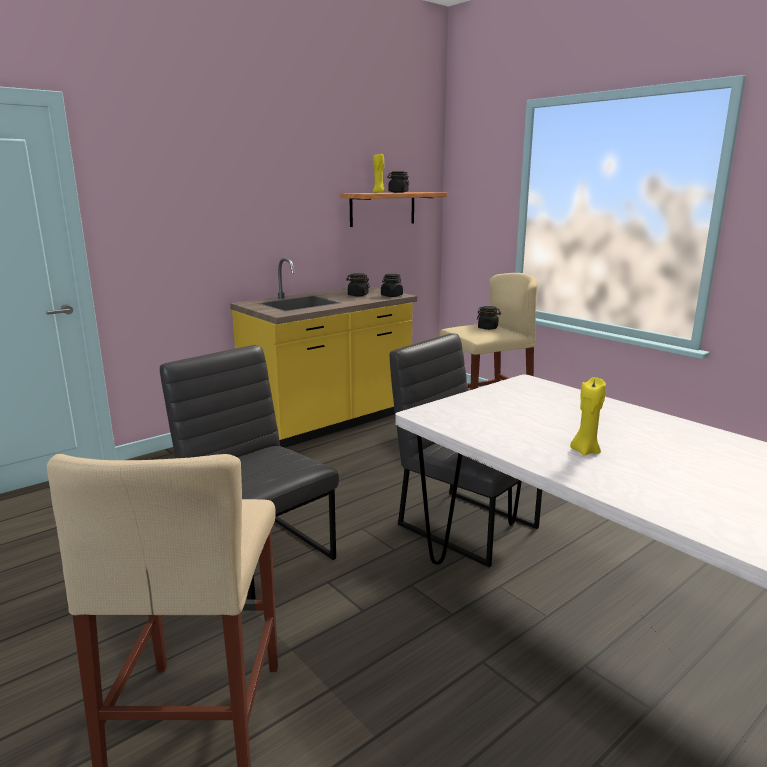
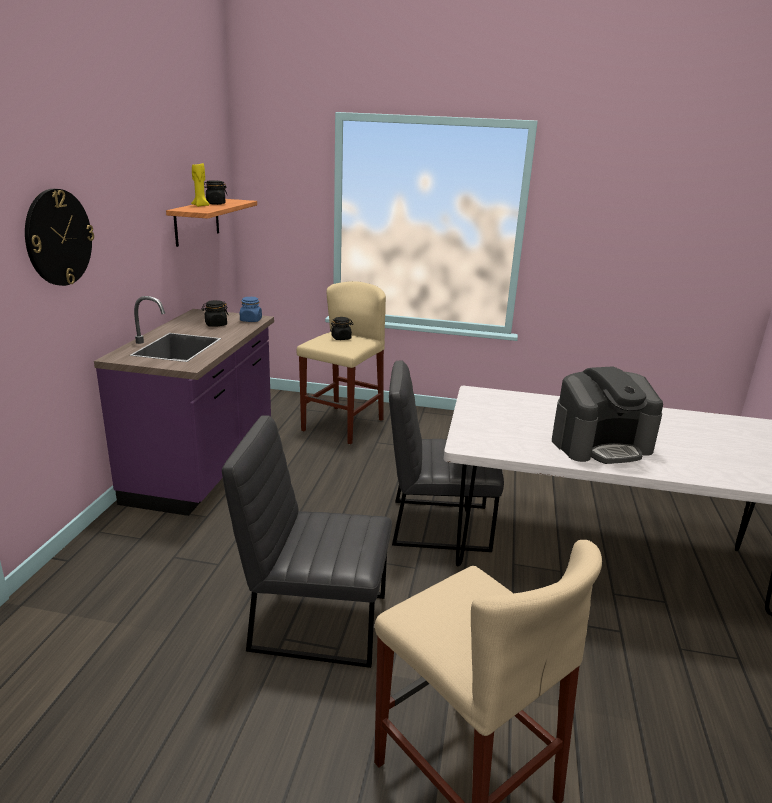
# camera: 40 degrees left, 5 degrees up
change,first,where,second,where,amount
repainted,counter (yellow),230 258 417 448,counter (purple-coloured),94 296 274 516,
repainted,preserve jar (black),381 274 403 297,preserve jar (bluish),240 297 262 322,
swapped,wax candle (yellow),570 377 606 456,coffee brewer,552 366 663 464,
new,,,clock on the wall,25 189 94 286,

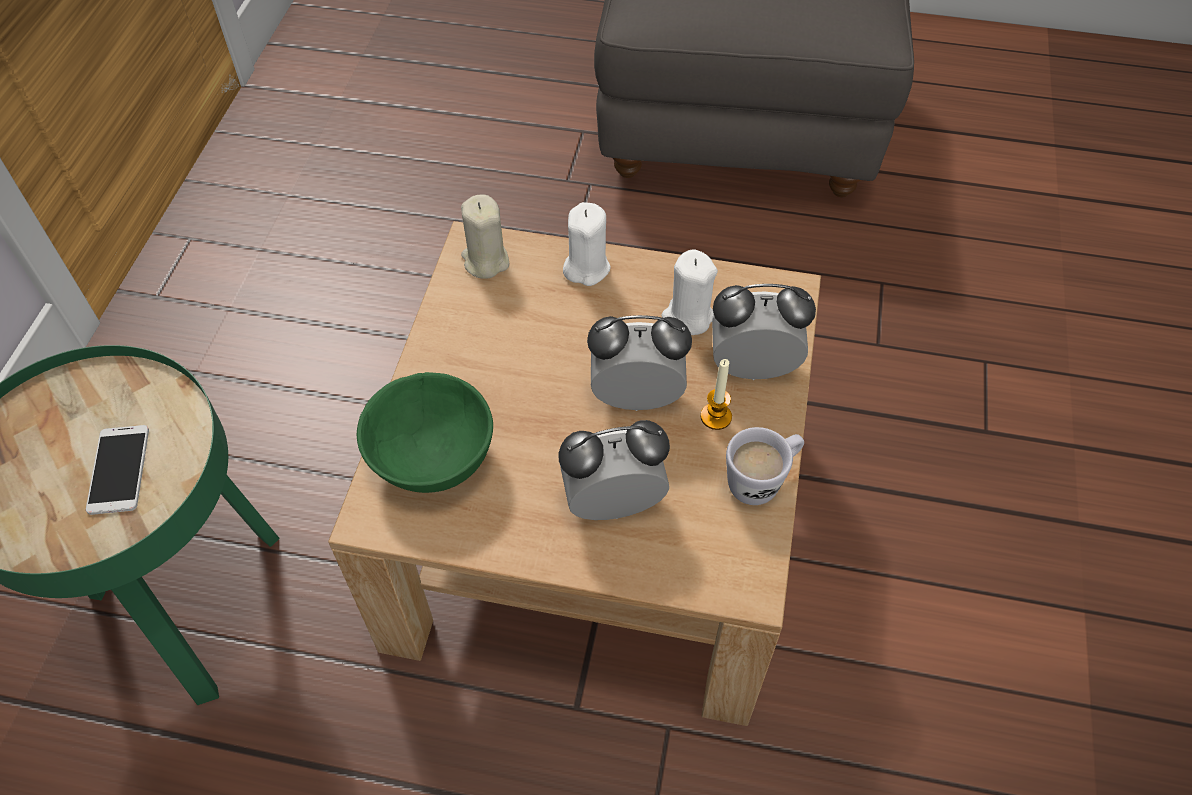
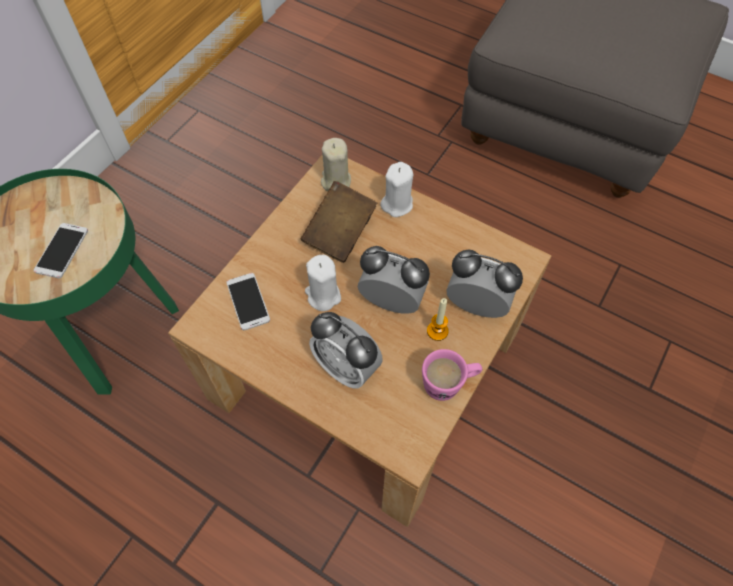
# camera: 20 degrees right, 5 degrees up
change,first,where,second,where,amount
swapped,deep dish (green),357 372 493 493,handset,226 273 270 330,
rotated,bedside clock,559 420 670 520,,309 312 383 389,150 degrees counterclockwise
shifted,wax candle (white),661 249 718 335,,305 255 341 311,
repainted,mug (white),726 427 804 505,mug (pinkish),422 349 482 401,
new,,,bound book (brown),301 181 377 263,

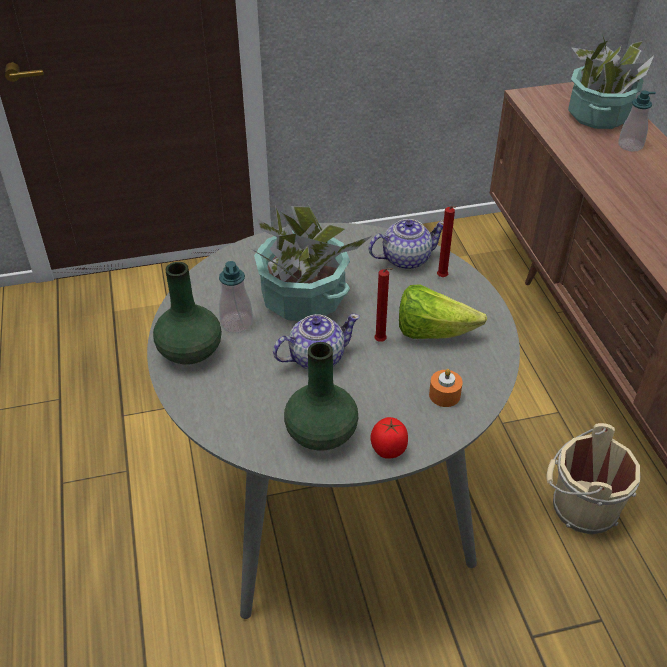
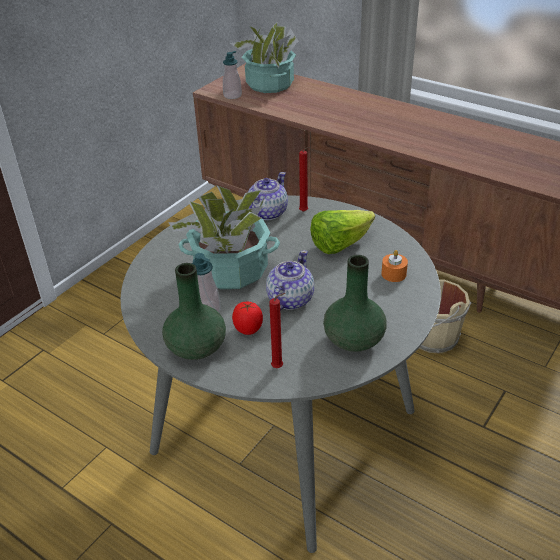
# camera: 40 degrees left, 5 degrees down
change,first,where,second,where,amount
shifted,whole tomato,371 417 408 459,,232 302 263 335,
shifted,wax candle (reddish),374 268 393 342,,269 293 285 368,
shifted,soap dispenser,618 90 656 152,,223 51 242 99,

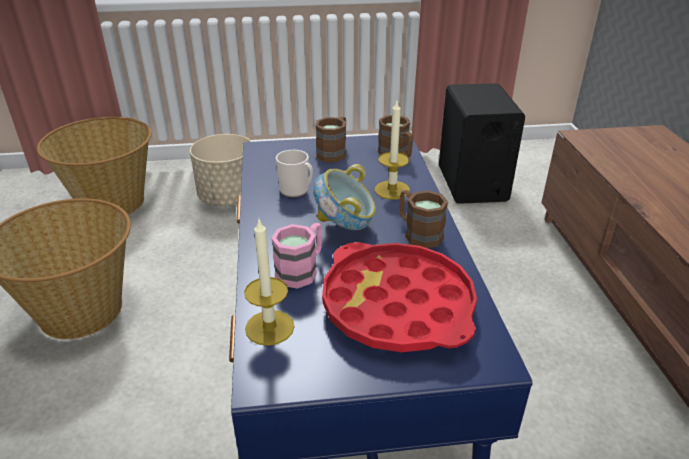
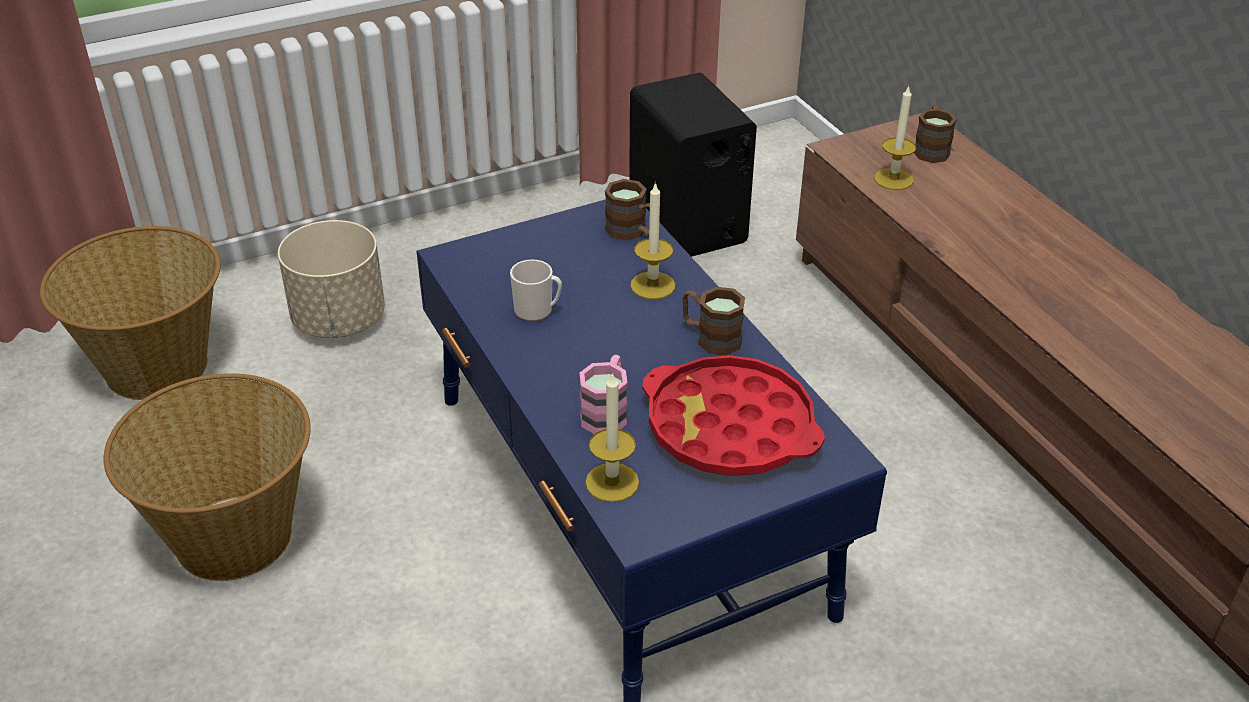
# camera: 20 degrees left, 5 degrees up
change,first,where,second,where,amount
gone,deep dish,313 164 376 230,,,
shifted,mug (brown),315 116 346 162,,914 105 957 163,
new,,,wax candle,874 86 916 190,

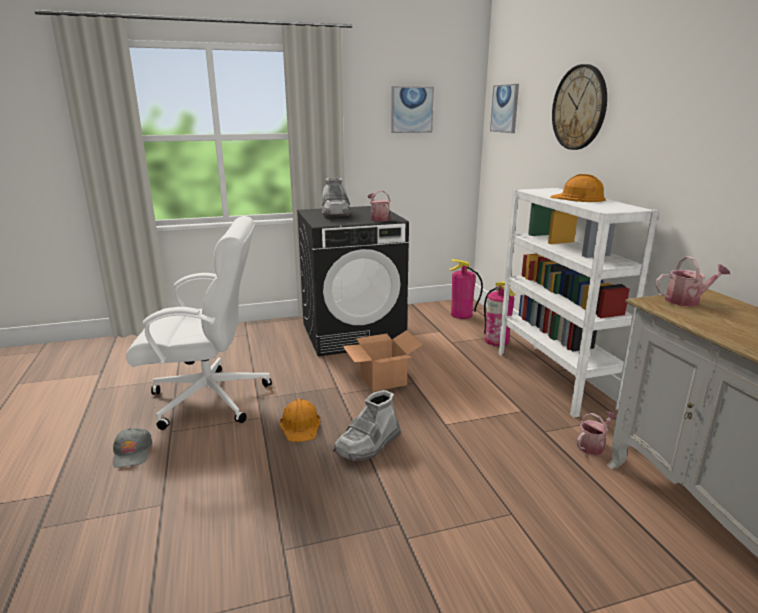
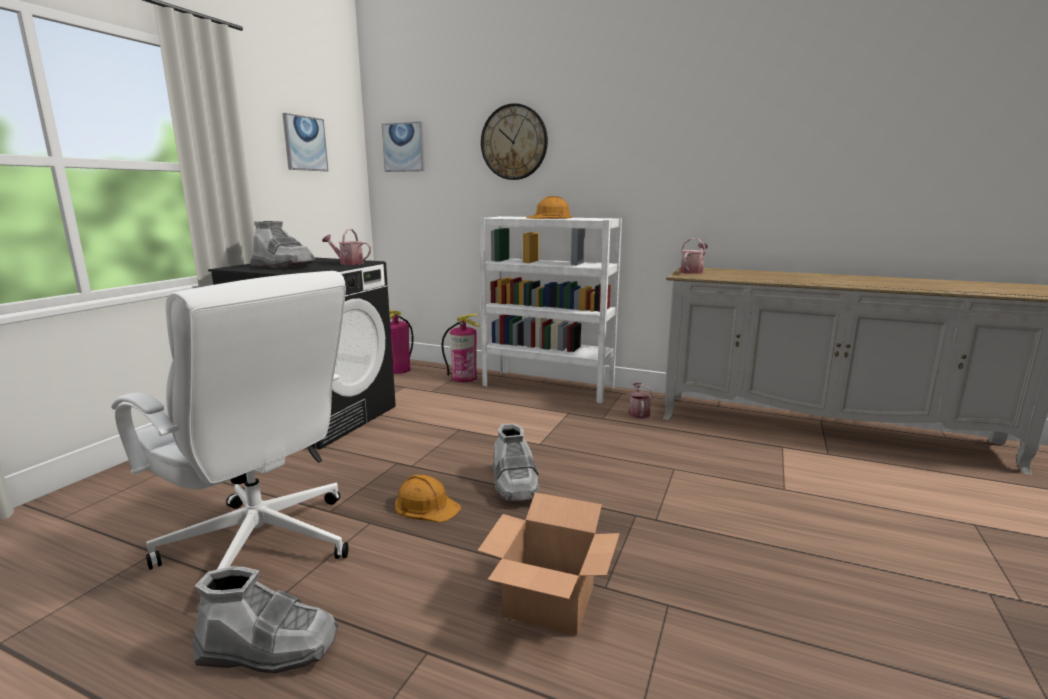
# camera: 50 degrees left, 5 degrees down
change,first,where,second,where,amount
swapped,baseball cap (grey),113 428 152 468,high-top boot (grey),193 566 339 673,
rotated,desk chair (white),126 216 272 430,,111 271 349 570,90 degrees clockwise
shifted,packing box,343 330 422 392,,478 492 620 636,

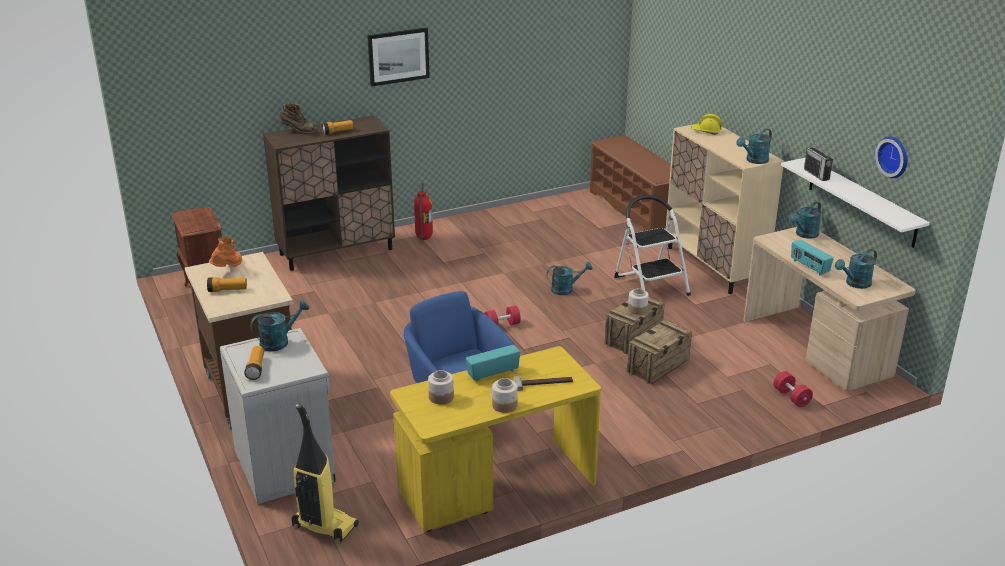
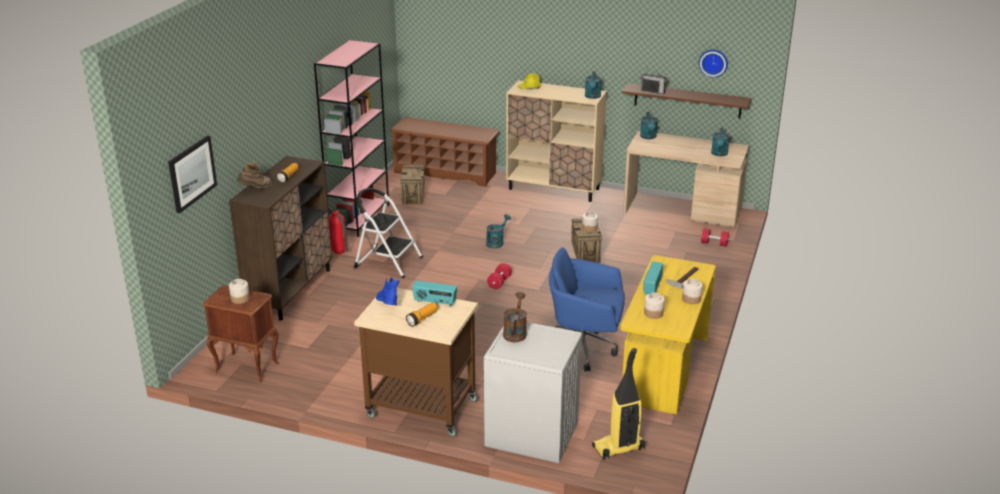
# camera: 45 degrees left, 0 degrees up
change,first,where,second,where,amount
repainted,high-top boot (orange),209 236 243 267,high-top boot (bluish),376 277 400 305,
gone,hand torch,244 346 264 380,,,
repainted,watering pot (blue-green),250 300 309 352,watering pot (brown),503 292 527 343,
shifted,wall art,367 28 430 86,,168 136 217 213,
shifted,step stool,614 195 691 296,,354 188 423 278,
shifted,shipping crate,627 320 692 384,,400 165 425 205,
repainted,bracket shelf (white),781 158 930 248,bracket shelf (brown),622 83 751 119,
shifted,radio,791 240 834 276,,412 280 457 307,
new,,,preserve jar,229 279 250 304,
new,,,shelving unit (pinkish),314 40 389 237,

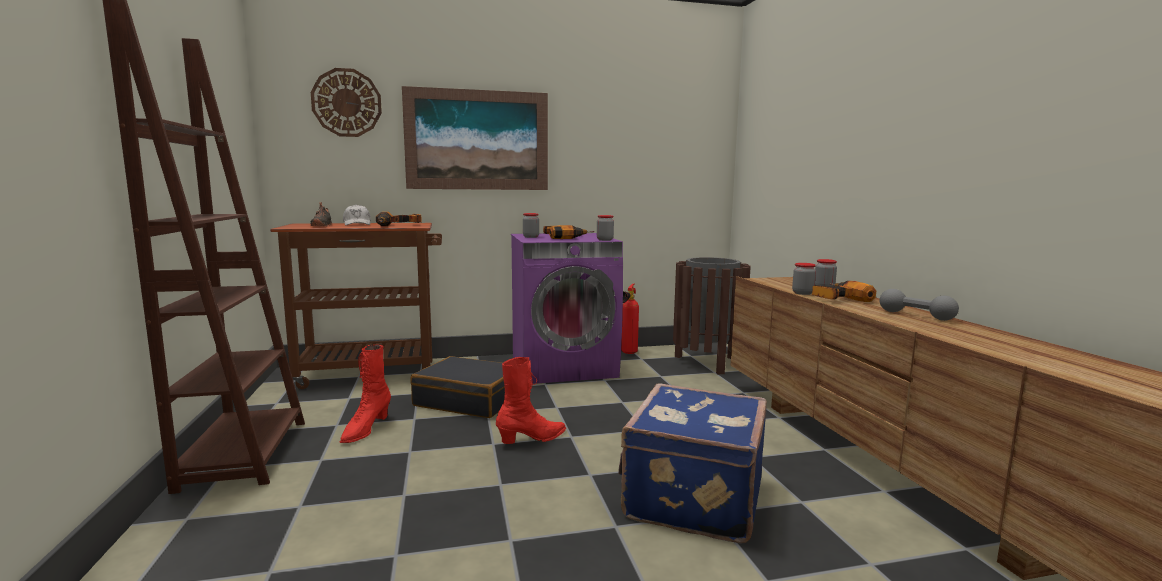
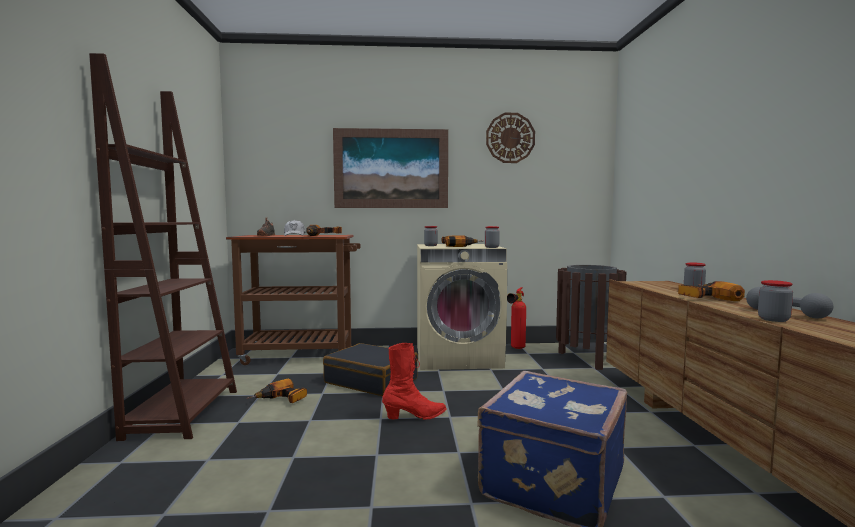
# camera: 10 degrees right, 5 degrees down
change,first,where,second,where,amount
shifted,clock on the wall,311 68 382 137,,486 113 535 163,
swapped,high-top boot (reddish),339 345 391 443,drill,246 379 307 403,
repainted,laundry appliance (purple-coloured),511 233 623 384,laundry appliance (beige-coloured),417 244 507 370,
shifted,preserve jar,792 263 816 295,,758 280 793 322,

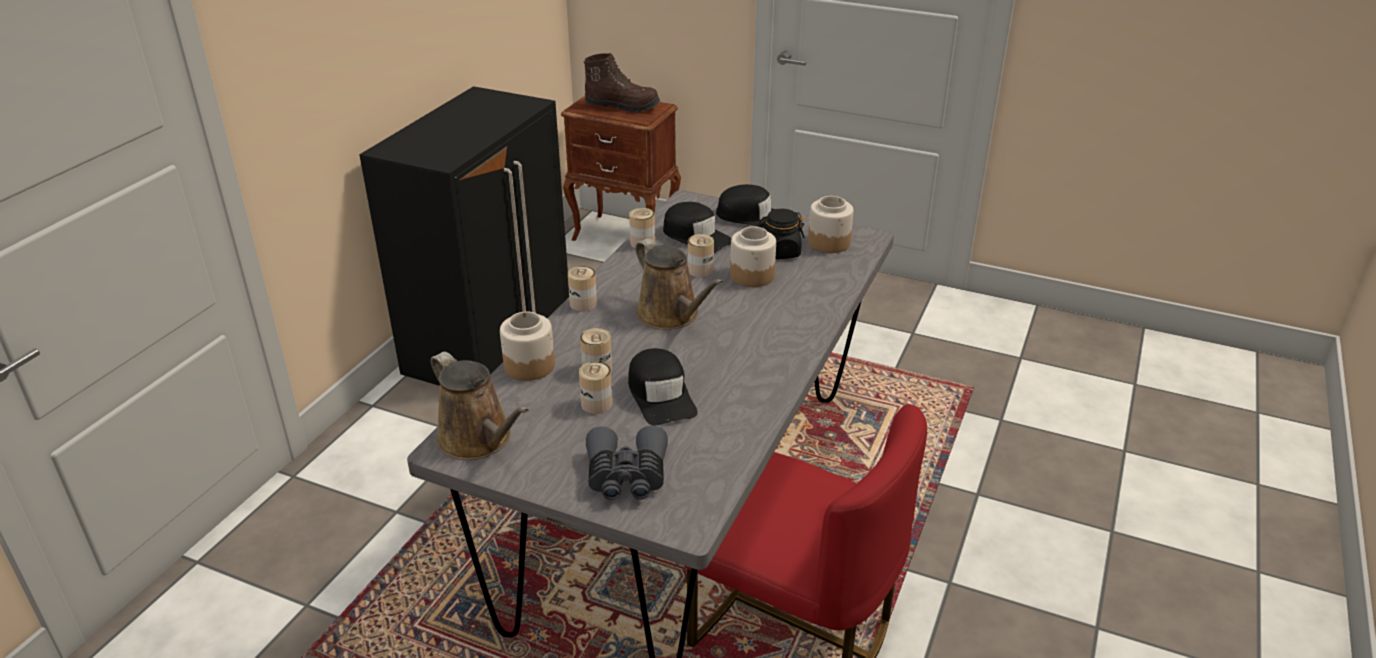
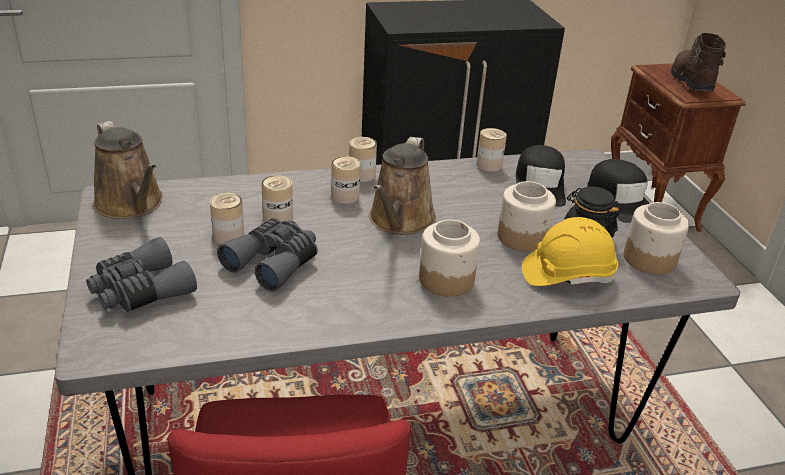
# camera: 50 degrees right, 0 degrees up
change,first,where,second,where,amount
rotated,watering pot (brown),431 352 529 460,,93 121 163 219,45 degrees counterclockwise
shifted,preserve jar,500 312 555 381,,419 219 480 297,
rotated,high-top boot (brown),584 53 660 113,,671 33 726 92,150 degrees counterclockwise
swapped,baseball cap (black),628 348 698 425,field glasses (grey),217 218 318 291,
shifted,metal can,688 234 714 278,,331 156 361 204,
new,,,hard hat (yellow),522 217 618 286,

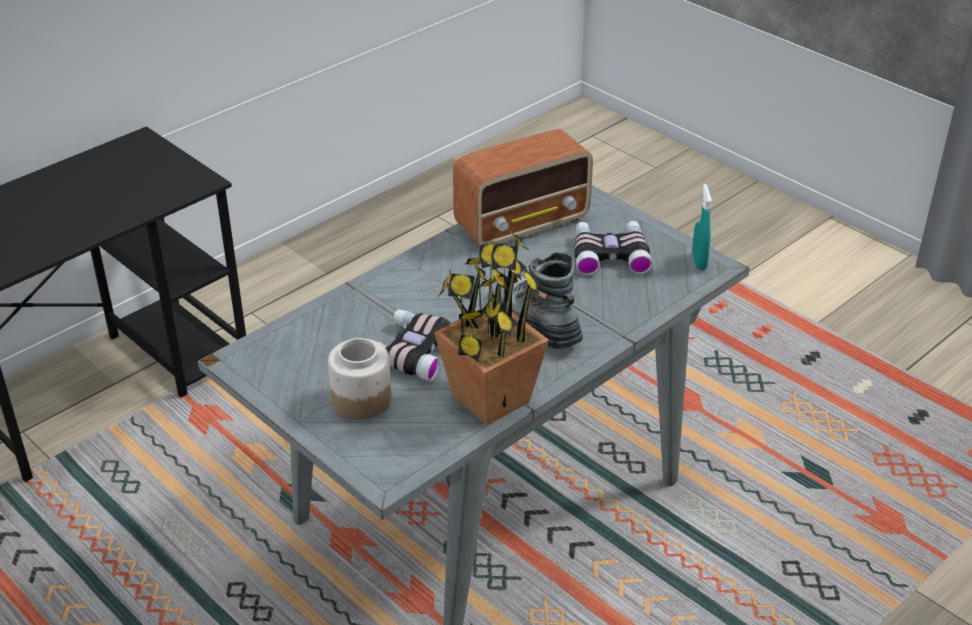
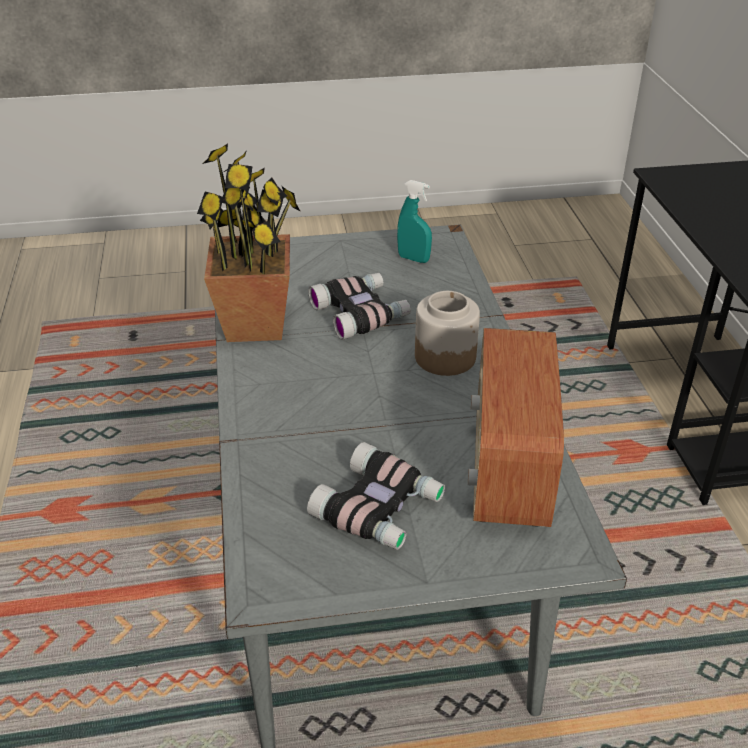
# camera: 125 degrees right, 0 degrees up
change,first,where,second,where,amount
shifted,preserve jar,328 338 391 420,,415 291 480 376,
gone,high-top boot,495 252 583 349,,,
shifted,sprayer (blue-green),692 184 712 270,,397 180 432 263,

